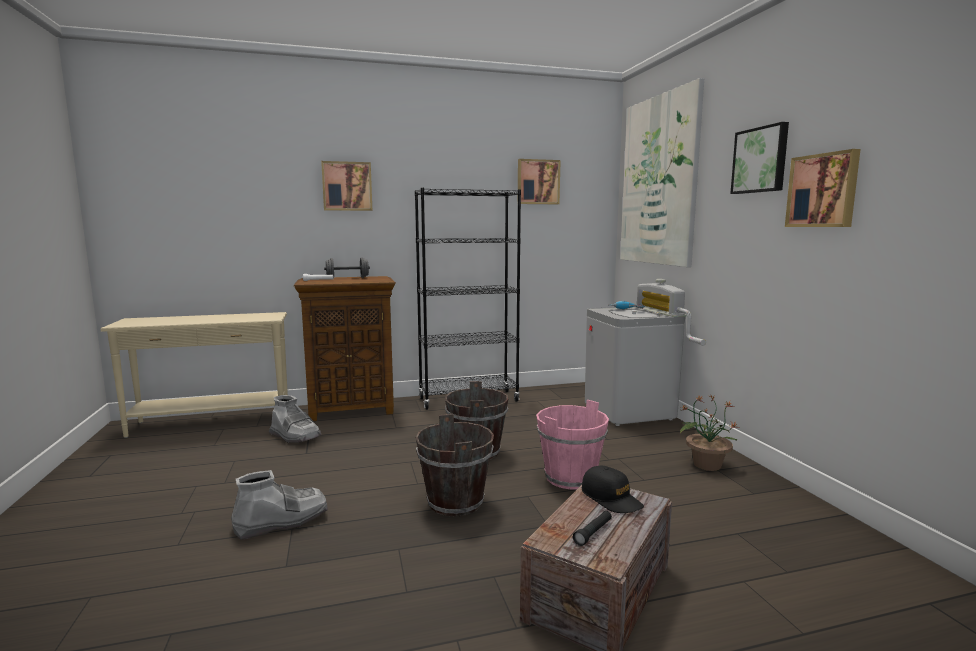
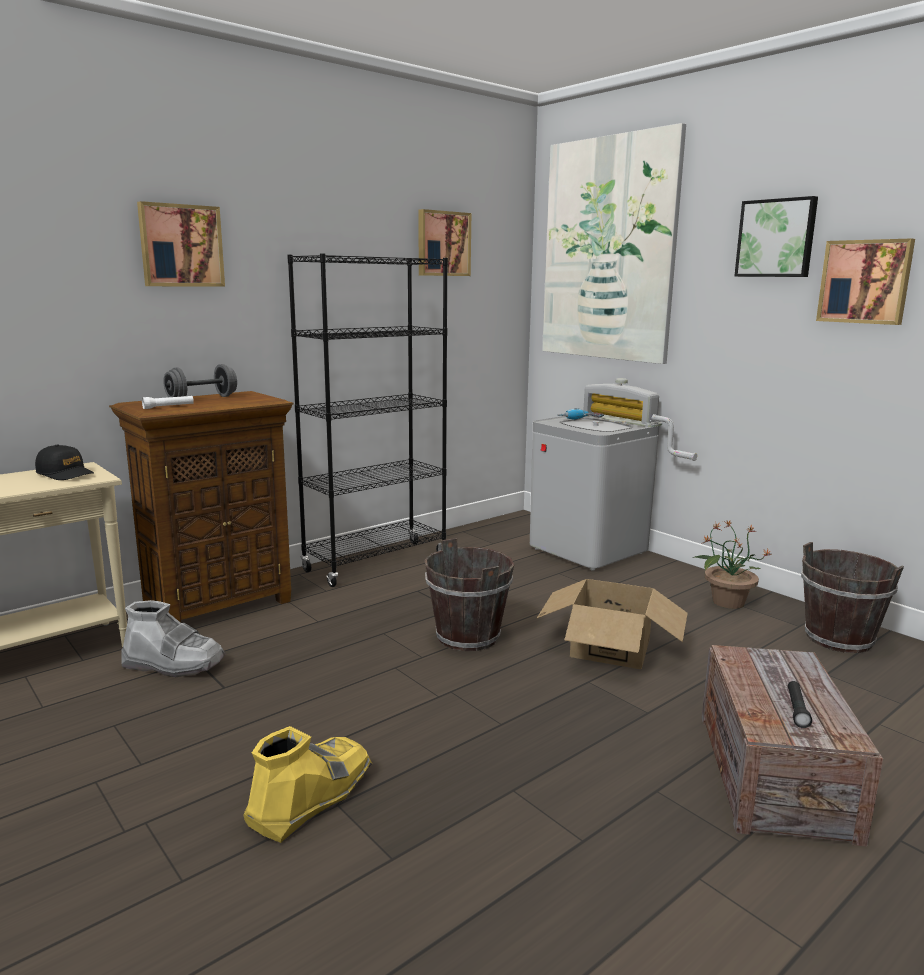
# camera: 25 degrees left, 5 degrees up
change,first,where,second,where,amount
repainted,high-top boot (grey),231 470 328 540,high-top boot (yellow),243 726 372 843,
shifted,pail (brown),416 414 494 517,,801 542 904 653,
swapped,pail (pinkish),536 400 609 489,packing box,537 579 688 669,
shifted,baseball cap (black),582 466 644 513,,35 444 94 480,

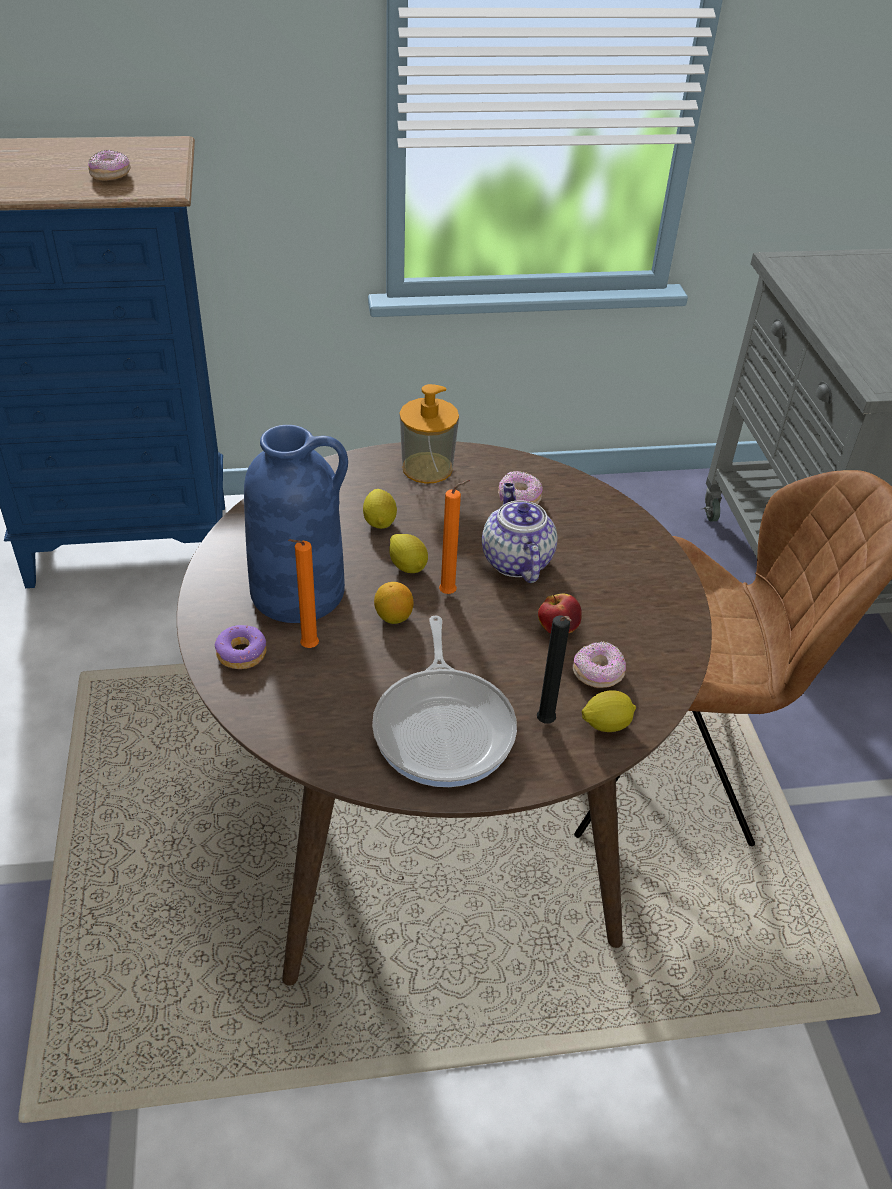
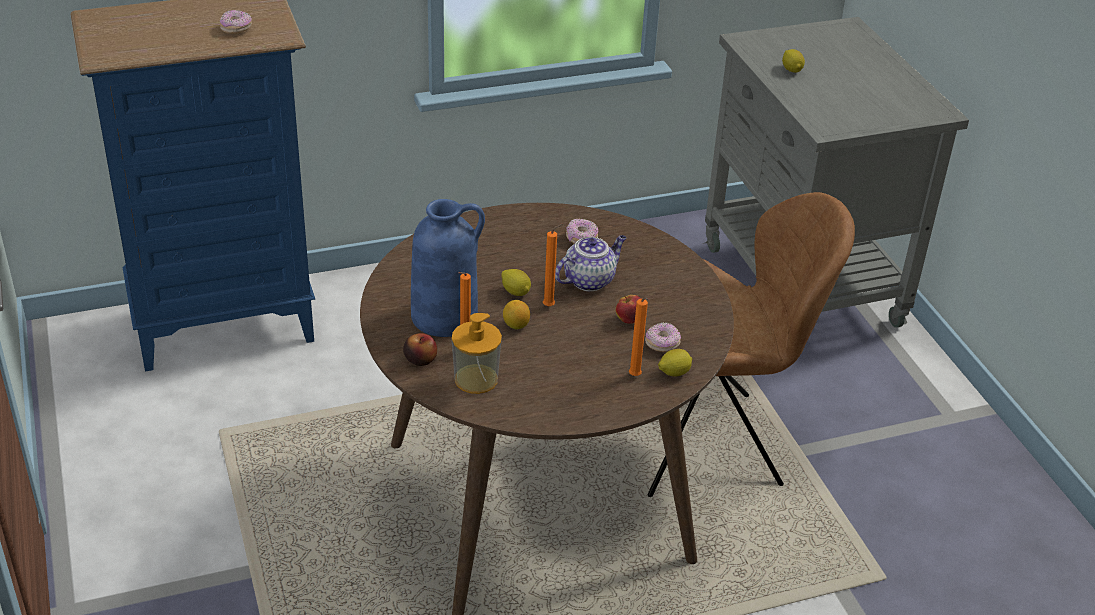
# camera: 10 degrees left, 5 degrees down
change,first,where,second,where,amount
swapped,ring doughnut,215 625 266 669,apple fruit,403 333 437 366,
shifted,whole lemon,363 489 397 529,,782 49 805 73,
gone,skillet,372 615 517 787,,,
shifted,soap dispenser,399 384 459 484,,452 313 502 394,
rotated,pot for tea,482 483 558 583,,555 235 626 291,75 degrees clockwise
repainted,wax candle (black),537 616 572 724,wax candle (orange),629 298 650 376,

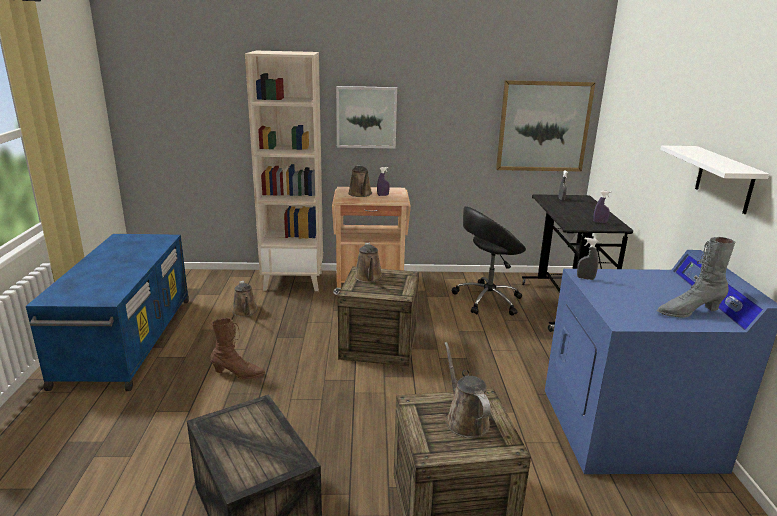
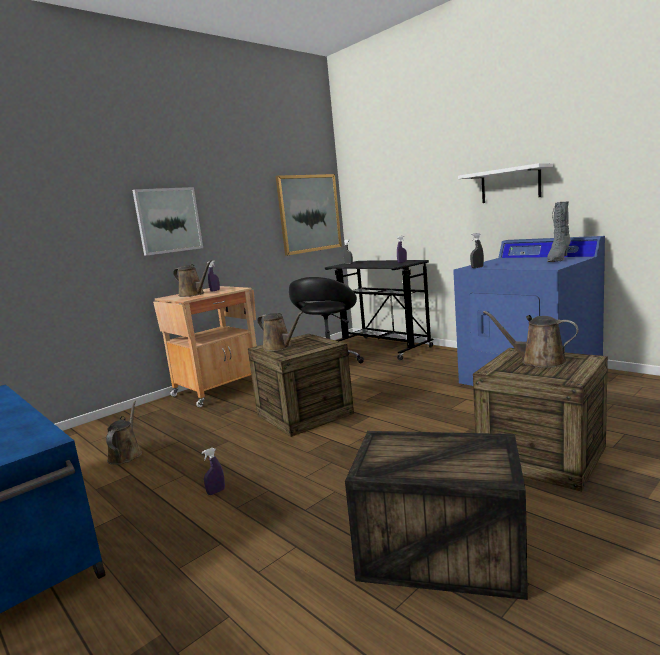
# camera: 40 degrees left, 10 degrees down
change,first,where,second,where,amount
swapped,high-top boot (brown),211 318 265 379,sprayer (purple-coloured),202 448 225 495,
rotated,watering pot (brown),232 281 258 317,,106 401 142 465,120 degrees counterclockwise
gone,shelving unit (beige-coloured),245 51 323 291,,,

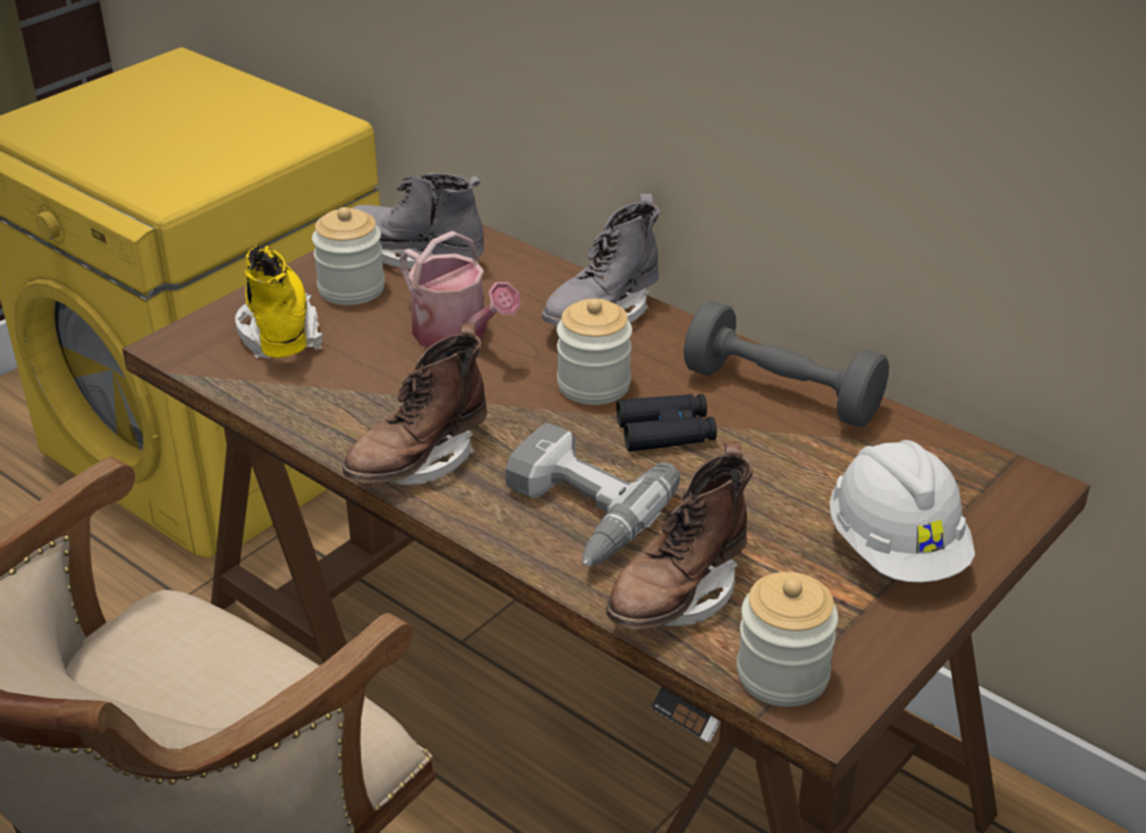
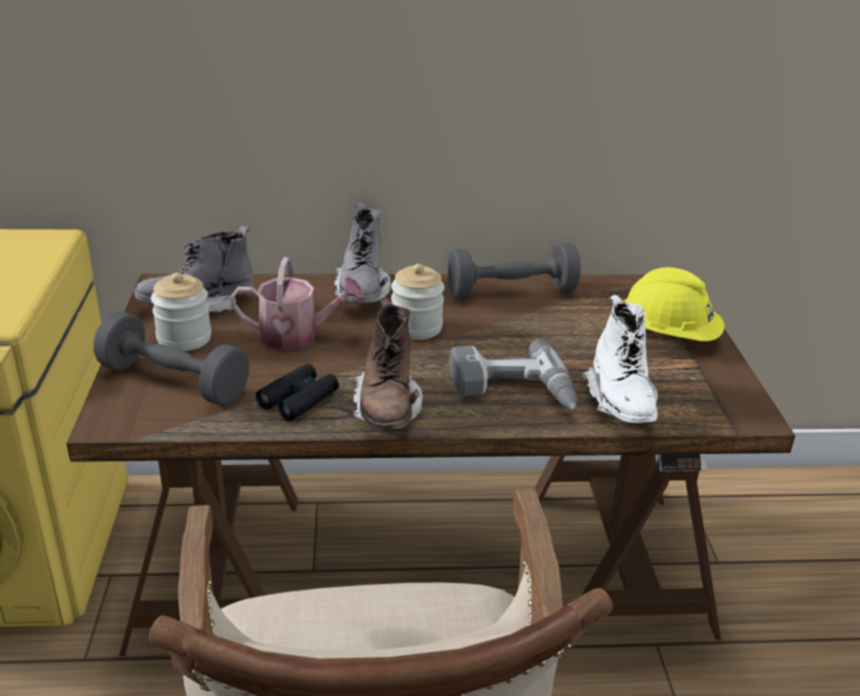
# camera: 45 degrees left, 5 degrees down
change,first,where,second,where,amount
swapped,high-top boot (yellow),235 245 323 358,dumbbell (grey),94 311 249 406,
repainted,high-top boot (brown),606 442 753 630,high-top boot (white),582 295 658 423,
shifted,field glasses (black),616 394 717 452,,256 364 339 421,
gone,preserve jar,737 572 838 707,,,
repainted,hard hat (white),830 440 975 583,hard hat (yellow),623 267 724 341,

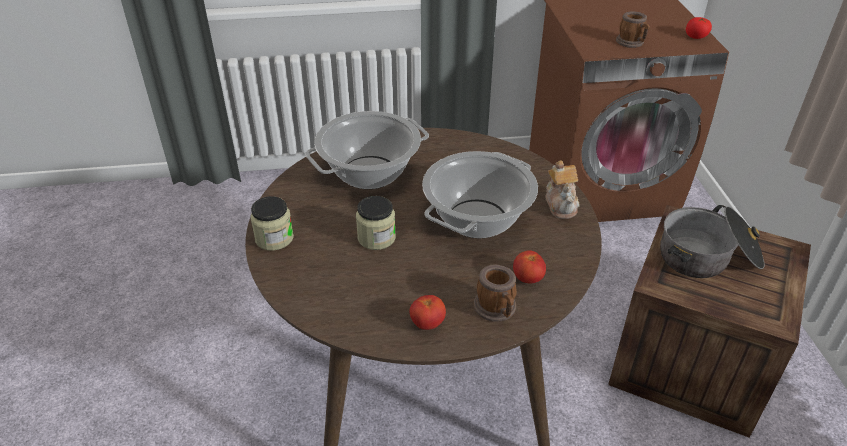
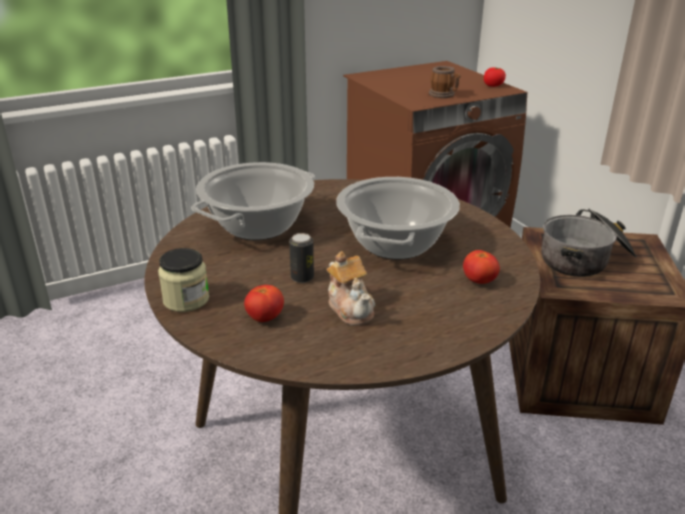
# camera: 20 degrees left, 10 degrees down
change,first,where,second,where,amount
swapped,preserve jar,356 196 396 250,metal can,289 233 314 283,
shifted,whole tomato,410 295 446 330,,244 285 284 322,
gone,mug,474 265 517 322,,,
shifted,pot for tea,545 160 580 219,,326 251 375 326,

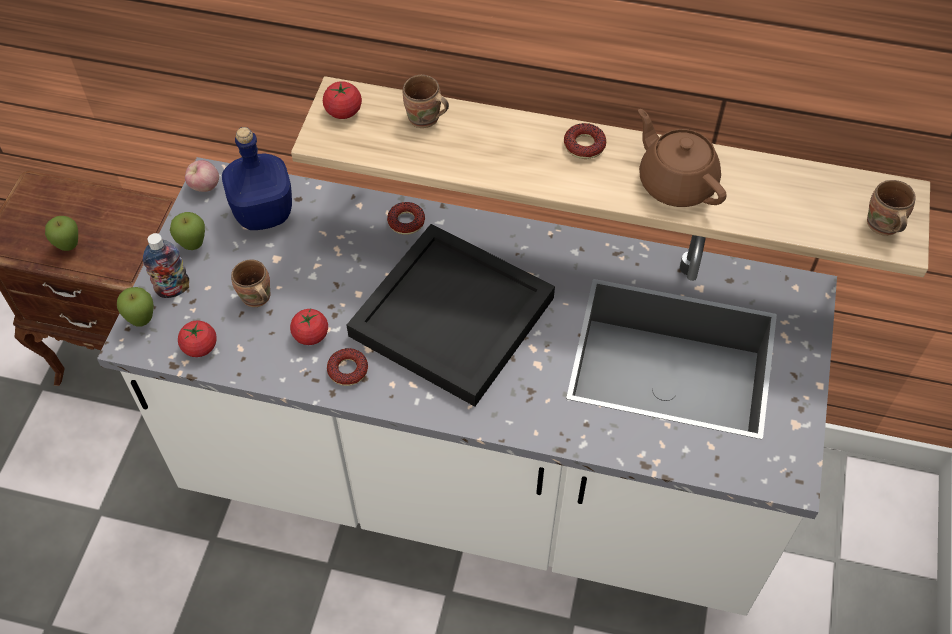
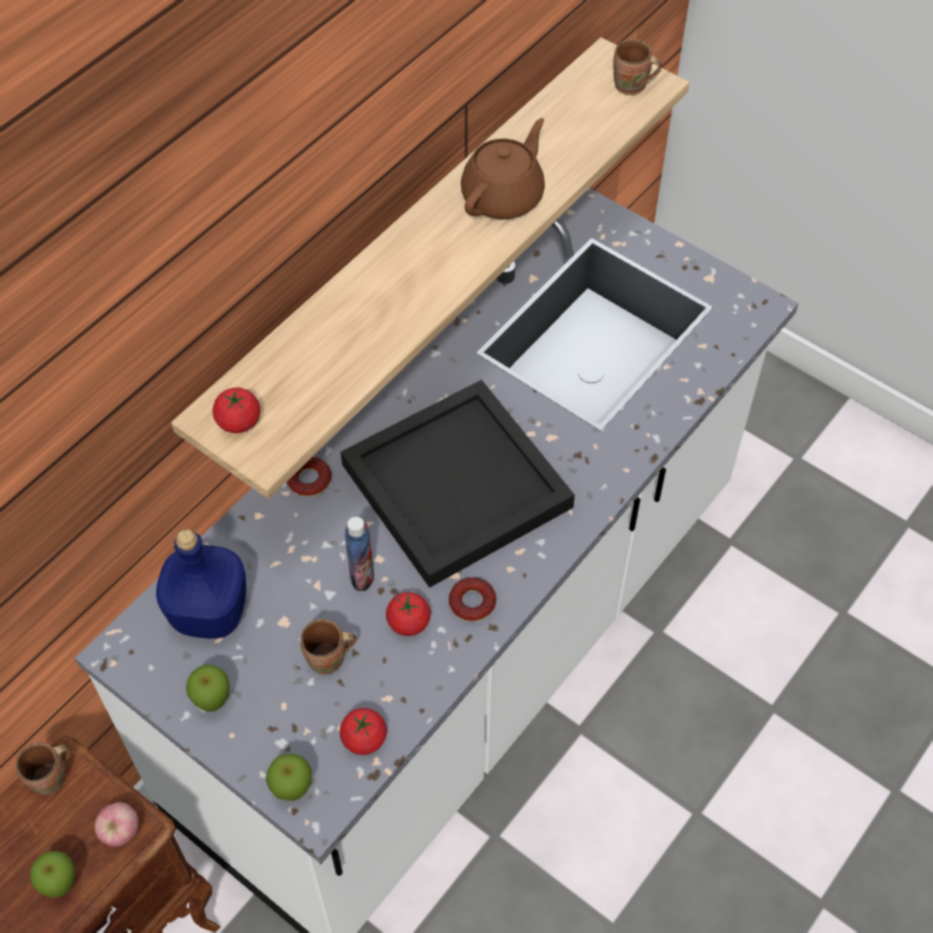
# camera: 65 degrees left, 0 degrees up
change,first,where,second,where,amount
shifted,bottle,143 233 189 298,,345 517 374 591,
shifted,apple fruit,185 160 219 192,,95 802 139 847,
shifted,mug (brown),403 75 449 128,,16 742 70 795,
gone,ring doughnut,564 123 606 159,,,
rotated,pot for tea (brown),638 109 727 207,,461 118 545 219,135 degrees clockwise

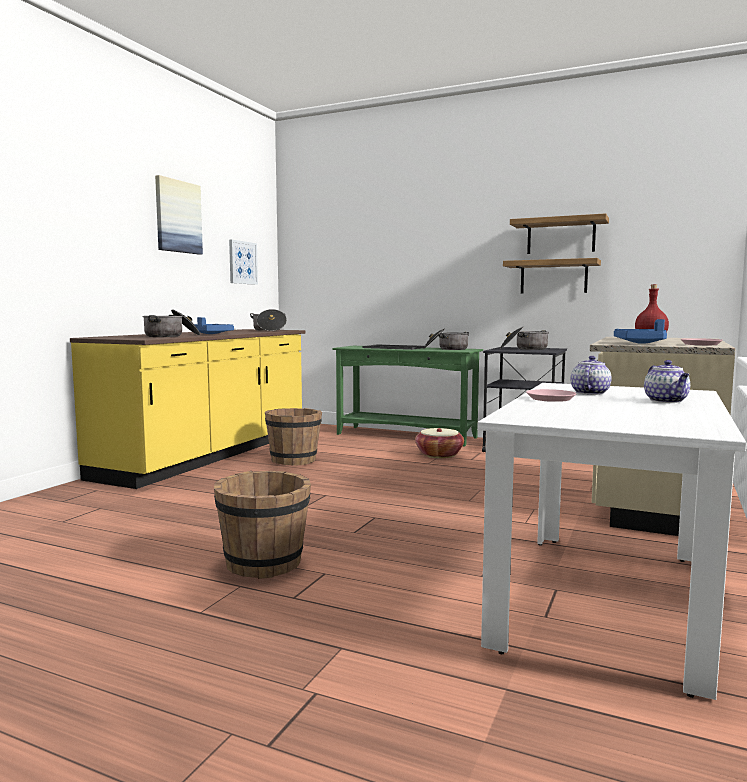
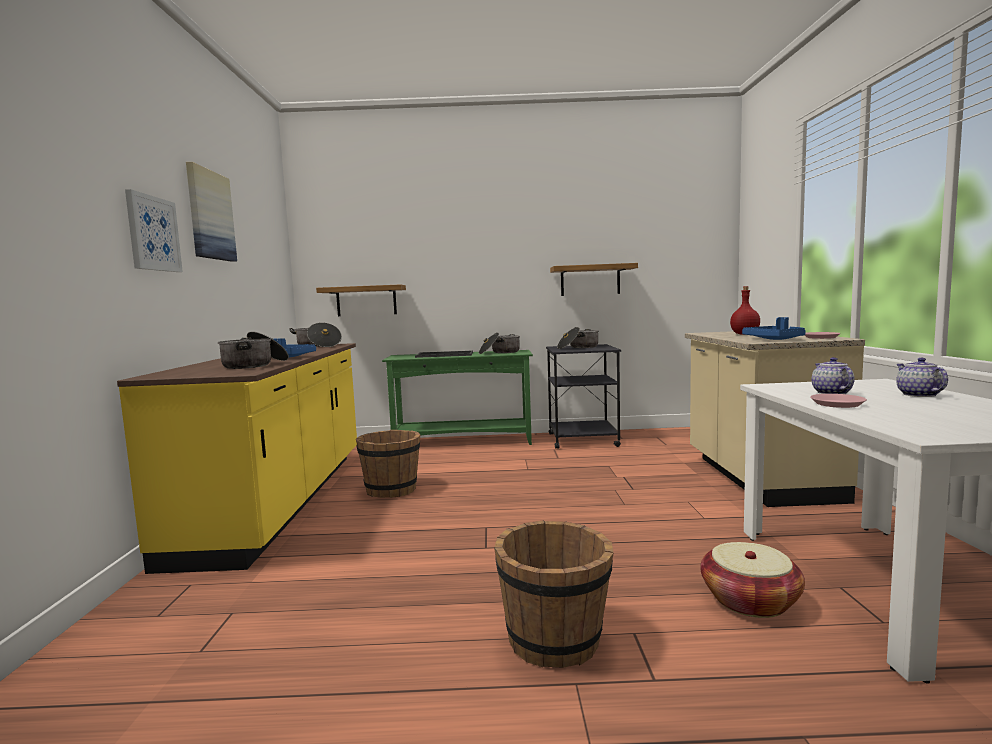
# camera: 25 degrees left, 0 degrees up
change,first,where,second,where,amount
shifted,wall art,229 239 258 285,,125 189 183 272,
shifted,household basket,415 428 464 458,,700 542 805 618,
shifted,bracket shelf,510 213 609 254,,316 284 406 316,
rotated,pot for tea,644 360 690 403,,896 358 948 397,150 degrees counterclockwise

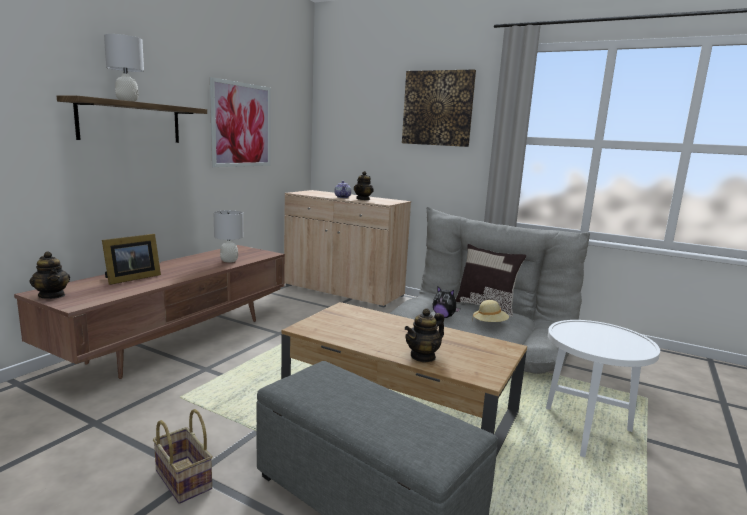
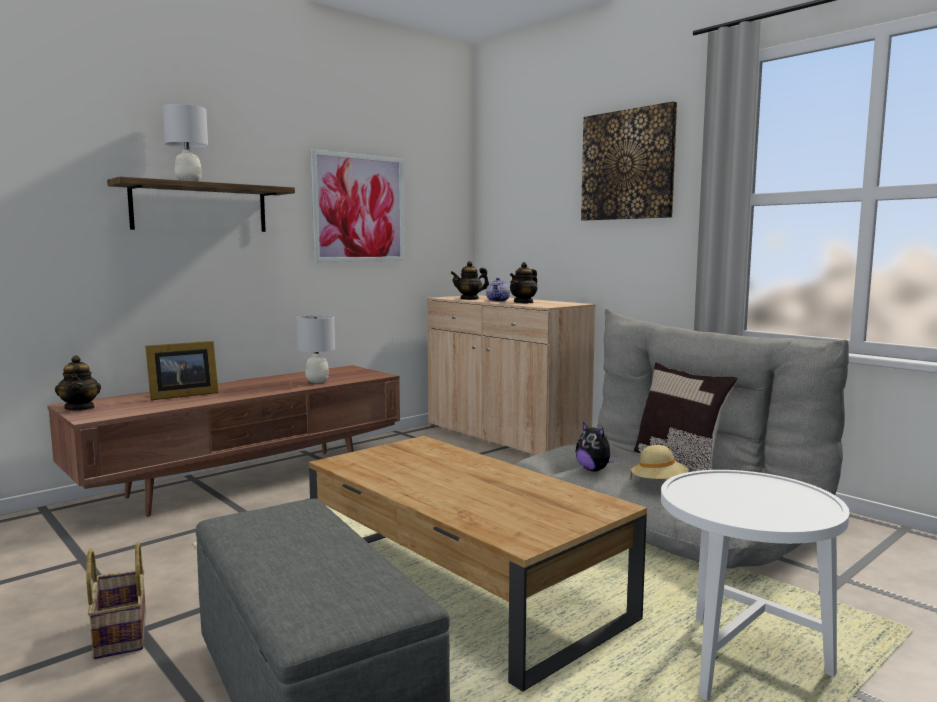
# camera: 20 degrees right, 5 degrees down
change,first,where,second,where,amount
shifted,pot for tea,404 308 444 363,,450 261 489 300,

